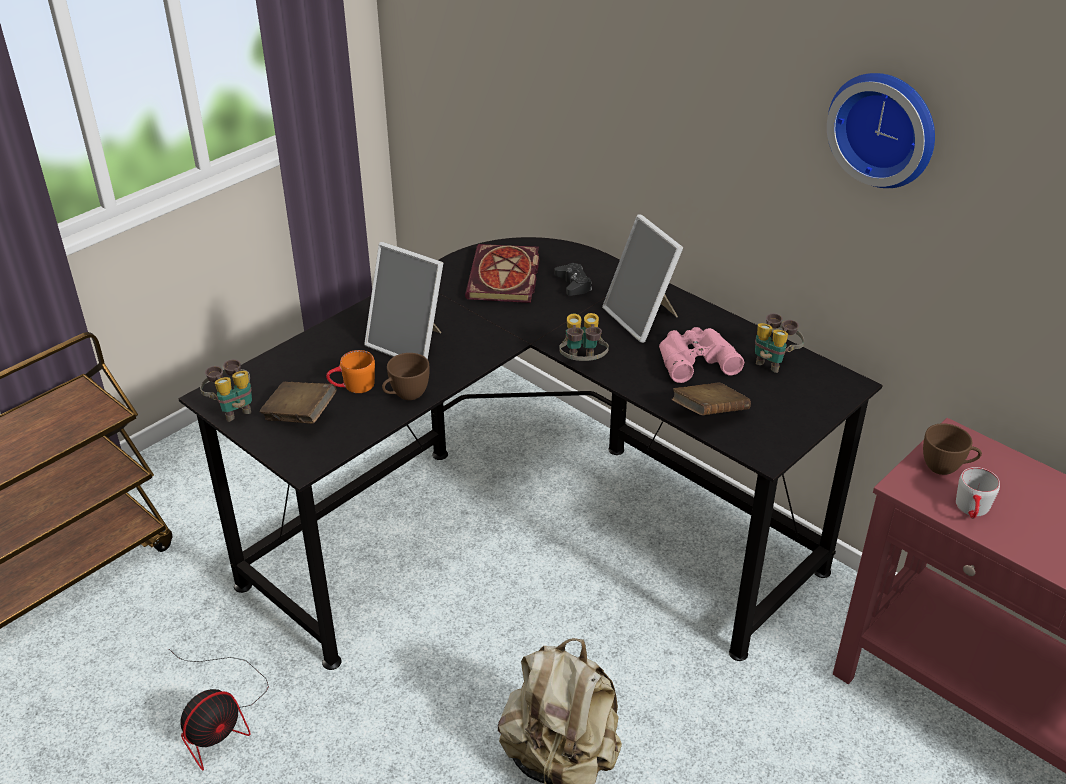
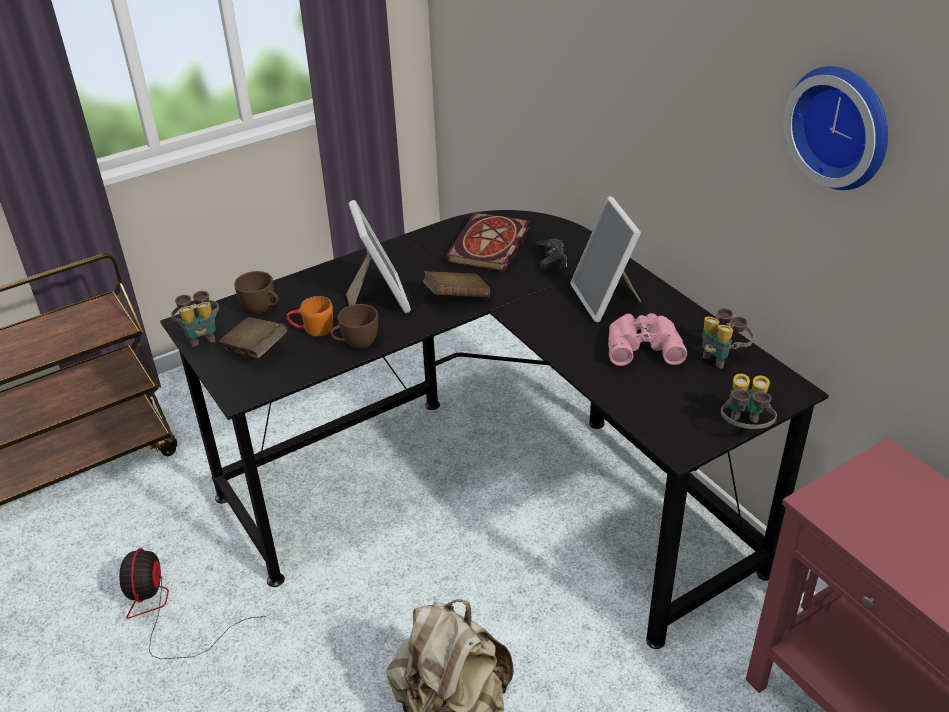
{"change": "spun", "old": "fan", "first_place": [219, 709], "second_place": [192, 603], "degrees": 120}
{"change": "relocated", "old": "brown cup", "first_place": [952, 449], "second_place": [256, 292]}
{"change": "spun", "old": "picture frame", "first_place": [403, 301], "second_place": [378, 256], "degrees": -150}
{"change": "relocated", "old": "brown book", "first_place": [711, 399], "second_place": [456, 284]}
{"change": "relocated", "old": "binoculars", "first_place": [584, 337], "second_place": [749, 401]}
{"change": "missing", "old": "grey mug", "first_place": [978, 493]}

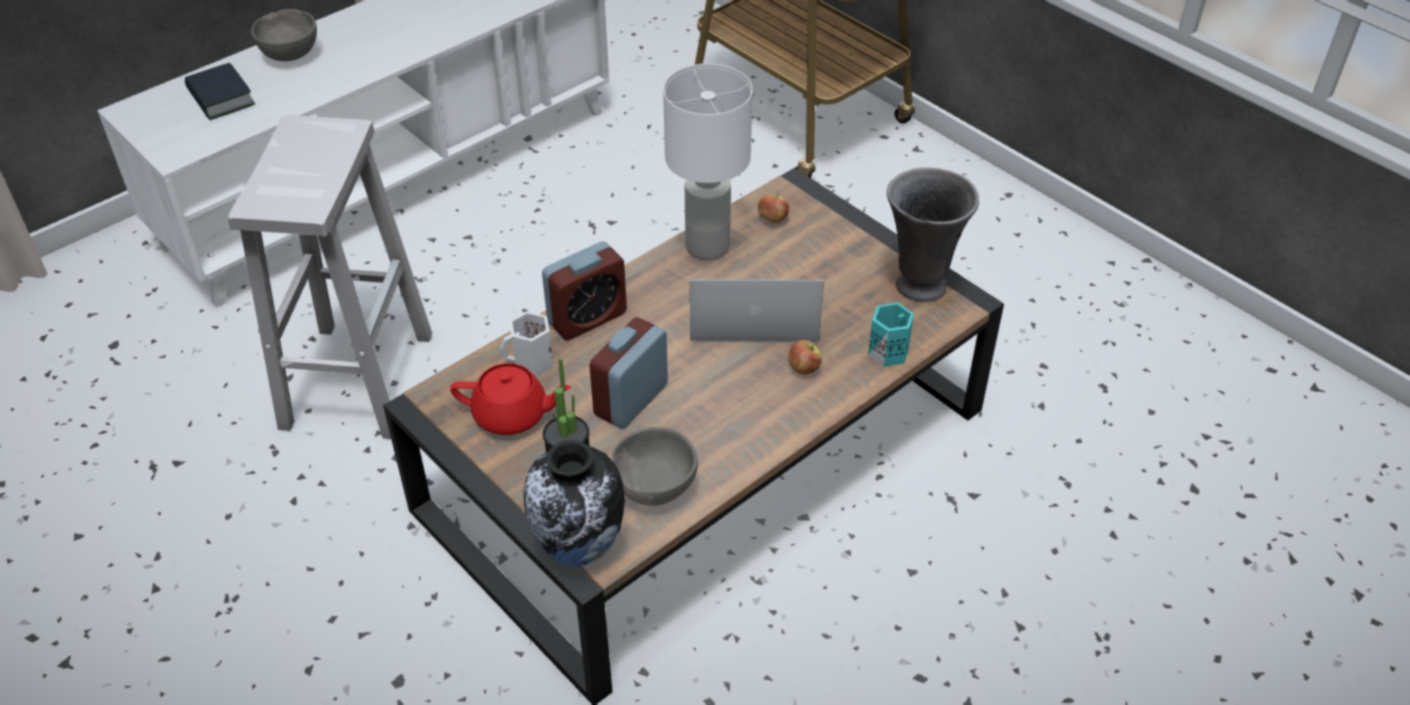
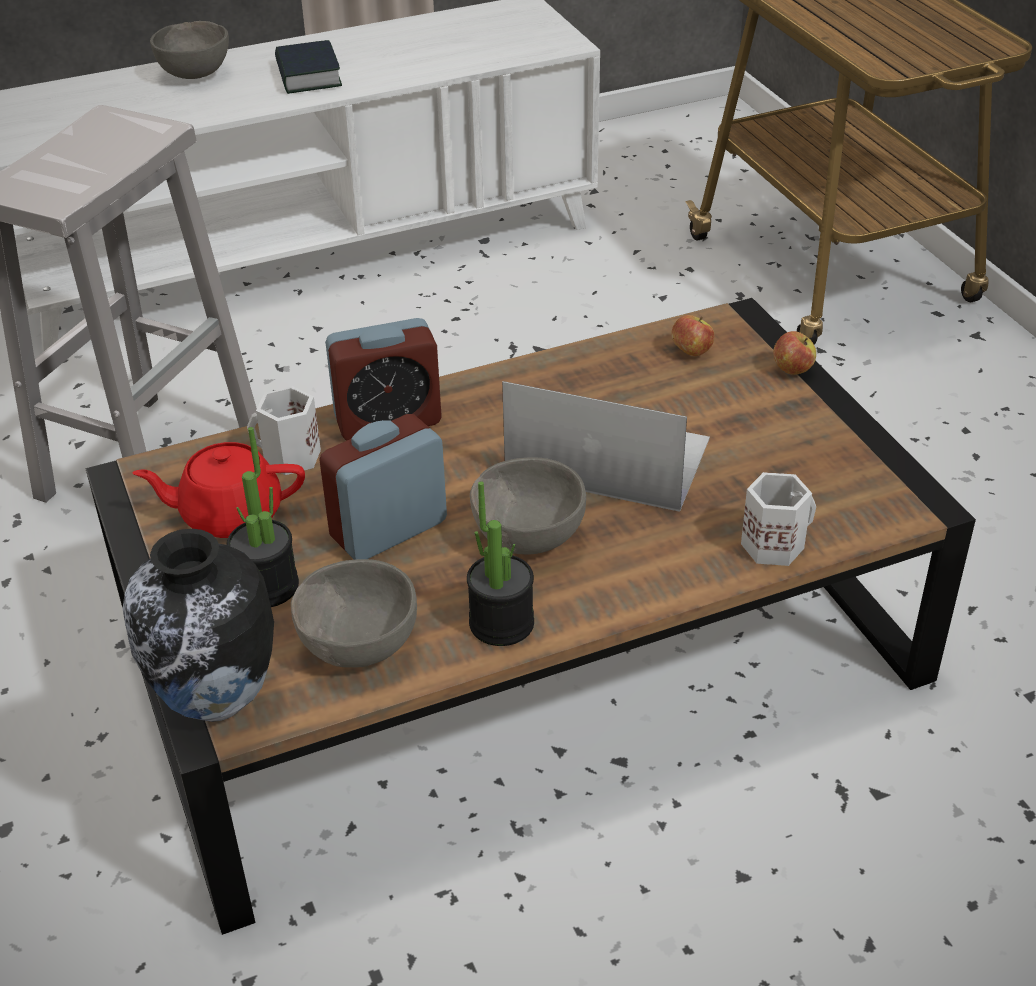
{"change": "spun", "old": "red teapot", "first_place": [510, 399], "second_place": [218, 490], "degrees": 150}
{"change": "relocated", "old": "book", "first_place": [220, 91], "second_place": [308, 67]}
{"change": "appeared", "new": "potted plant", "second_place": [500, 563]}
{"change": "appeared", "new": "grey bowl", "second_place": [528, 505]}
{"change": "colour", "old": "turquoise mug", "new": "white mug", "first_place": [891, 335], "second_place": [778, 519]}
{"change": "relocated", "old": "apple", "first_place": [805, 357], "second_place": [794, 353]}
{"change": "missing", "old": "white table lamp", "first_place": [708, 162]}
{"change": "missing", "old": "grey vase", "first_place": [933, 234]}

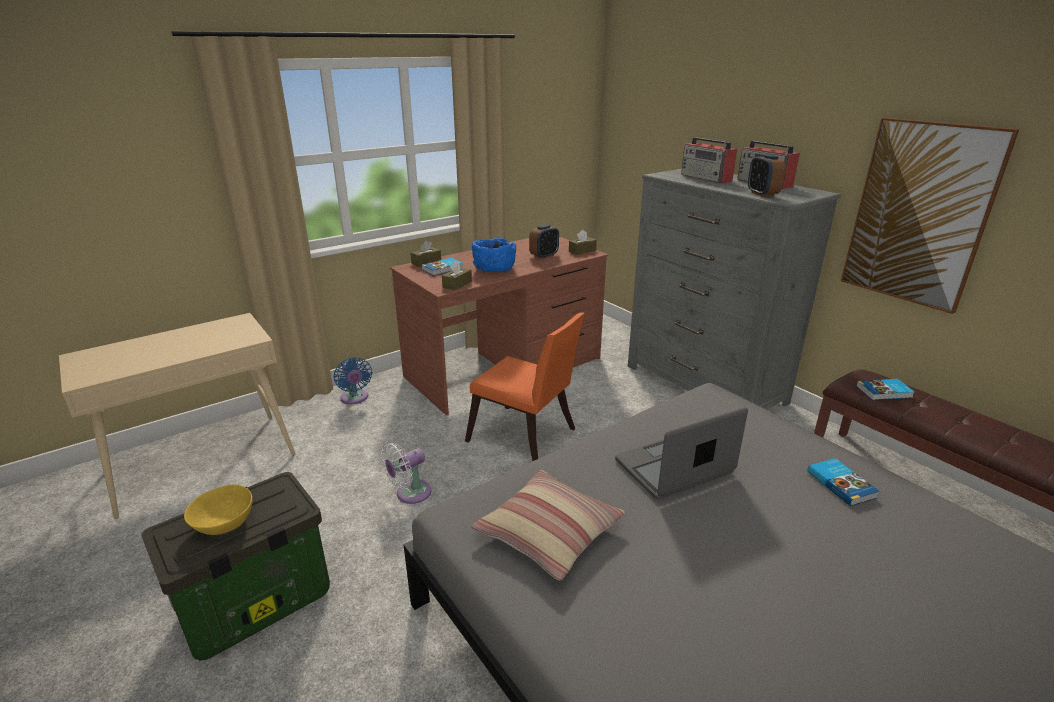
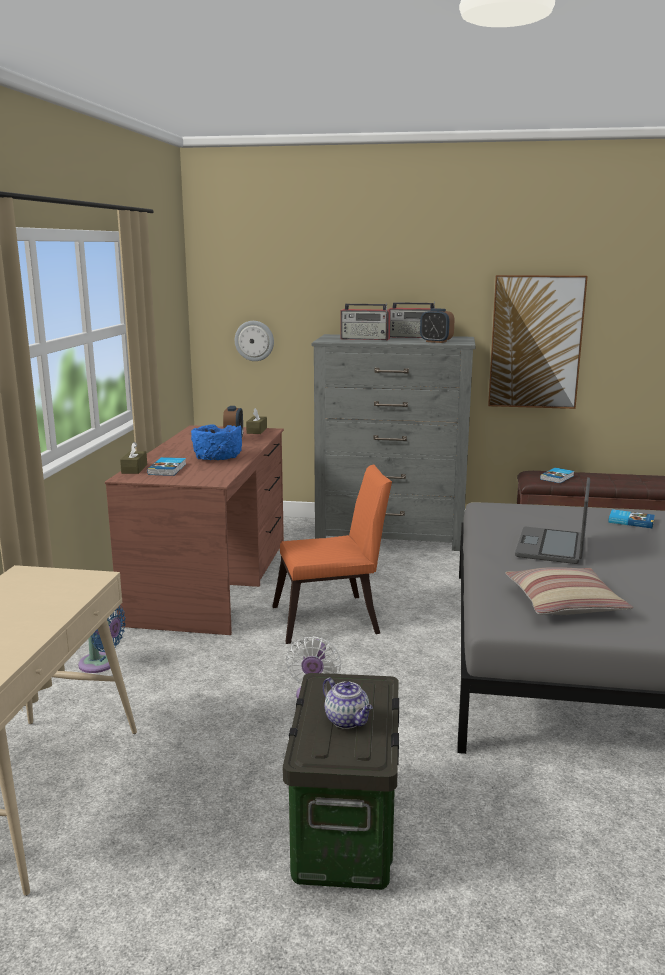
{"change": "appeared", "new": "wall clock", "second_place": [254, 341]}
{"change": "exchanged", "old": "yellow bowl", "new": "teapot", "first_place": [218, 509], "second_place": [348, 703]}
{"change": "missing", "old": "brown tissue box", "first_place": [457, 275]}

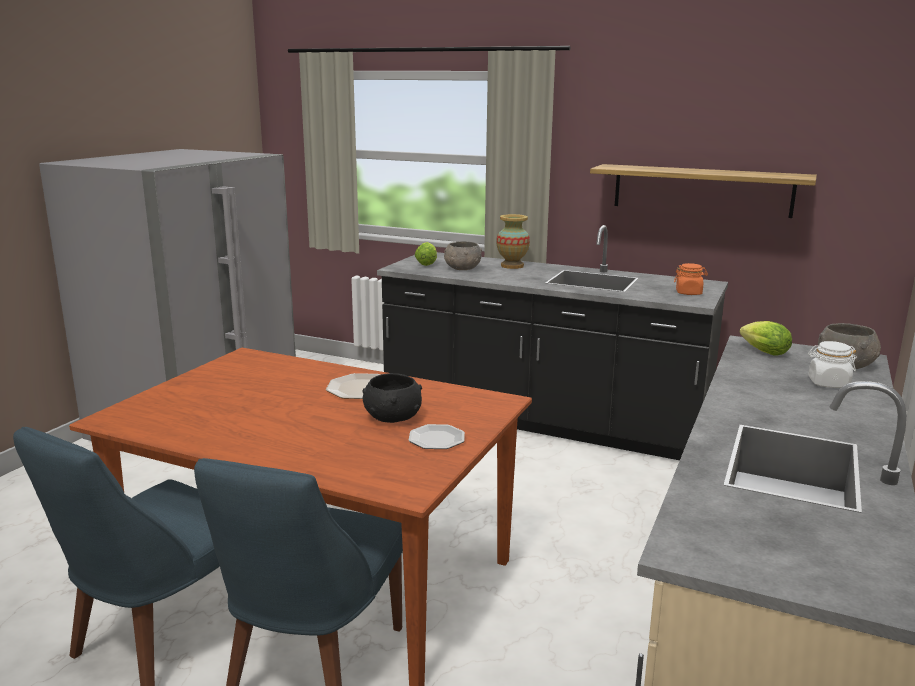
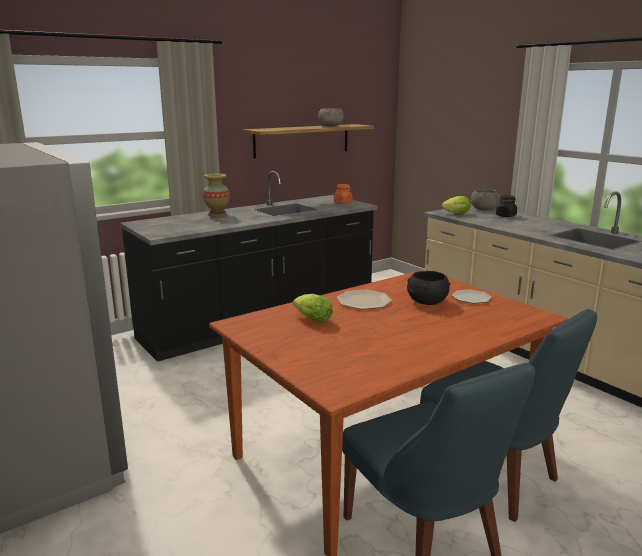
{"change": "relocated", "old": "lettuce", "first_place": [426, 254], "second_place": [313, 308]}
{"change": "relocated", "old": "grey bowl", "first_place": [463, 255], "second_place": [331, 117]}
{"change": "colour", "old": "white jar", "new": "black jar", "first_place": [832, 364], "second_place": [506, 206]}

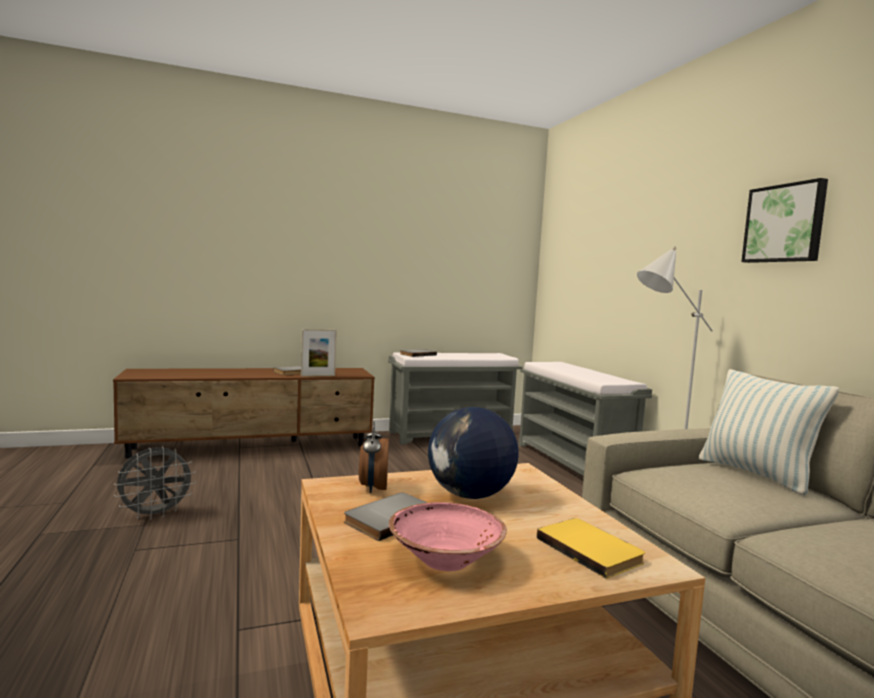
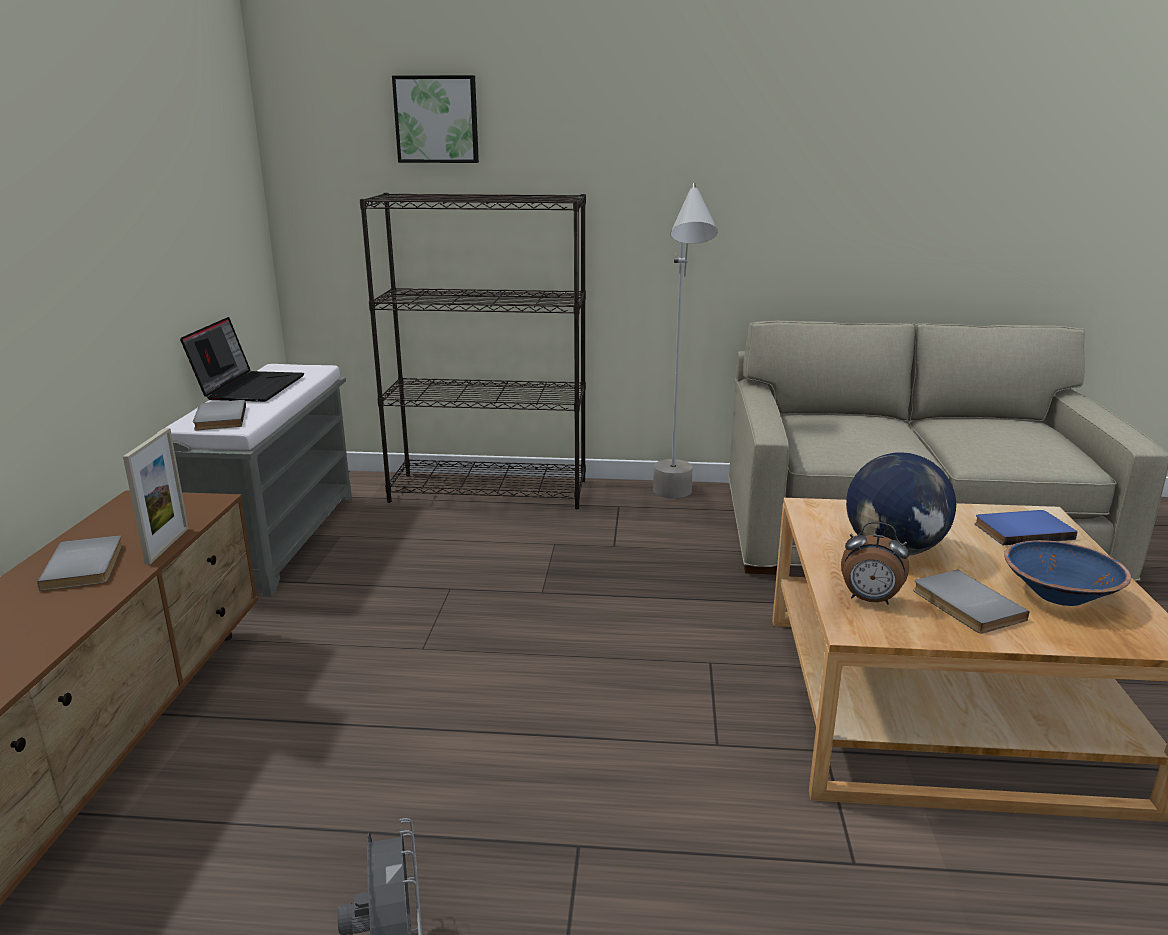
{"change": "appeared", "new": "laptop", "second_place": [242, 359]}
{"change": "exchanged", "old": "grey bench", "new": "black bookcase", "first_place": [585, 419], "second_place": [473, 351]}
{"change": "relocated", "old": "picture", "first_place": [784, 220], "second_place": [435, 119]}
{"change": "colour", "old": "yellow book", "new": "blue book", "first_place": [591, 548], "second_place": [1025, 527]}
{"change": "colour", "old": "pink bowl", "new": "blue bowl", "first_place": [448, 536], "second_place": [1067, 573]}
{"change": "missing", "old": "pillow", "first_place": [769, 432]}

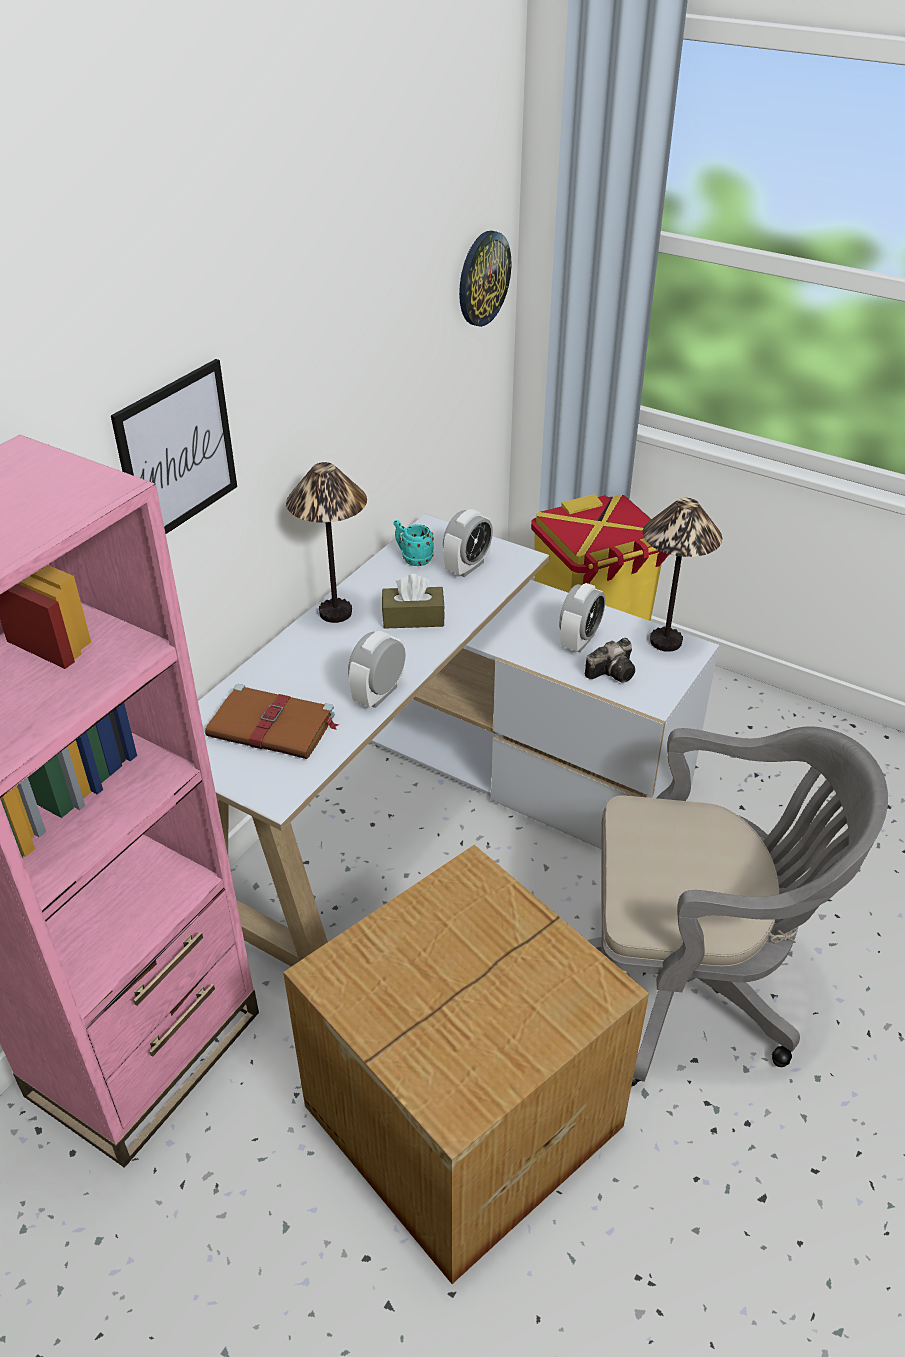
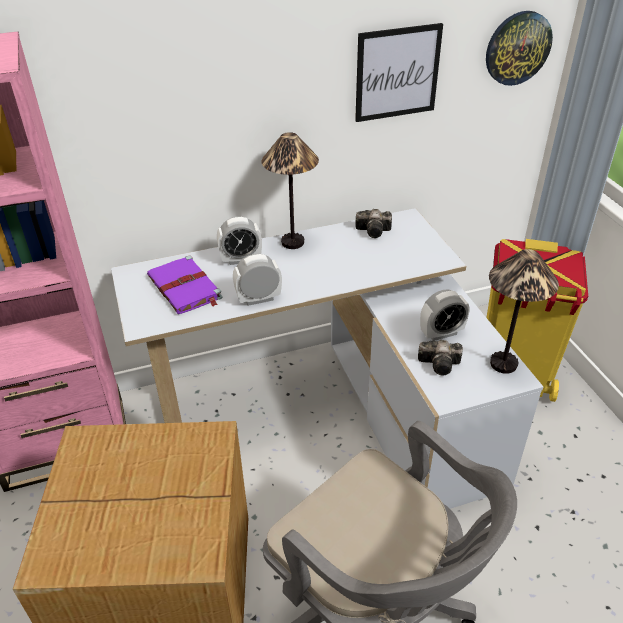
{"change": "colour", "old": "brown book", "new": "purple book", "first_place": [272, 721], "second_place": [185, 284]}
{"change": "relocated", "old": "alarm clock", "first_place": [468, 543], "second_place": [239, 240]}
{"change": "relocated", "old": "picture", "first_place": [174, 446], "second_place": [399, 72]}
{"change": "exchanged", "old": "turquoise mug", "new": "photo camera", "first_place": [414, 543], "second_place": [374, 223]}
{"change": "missing", "old": "brown tissue box", "first_place": [413, 601]}

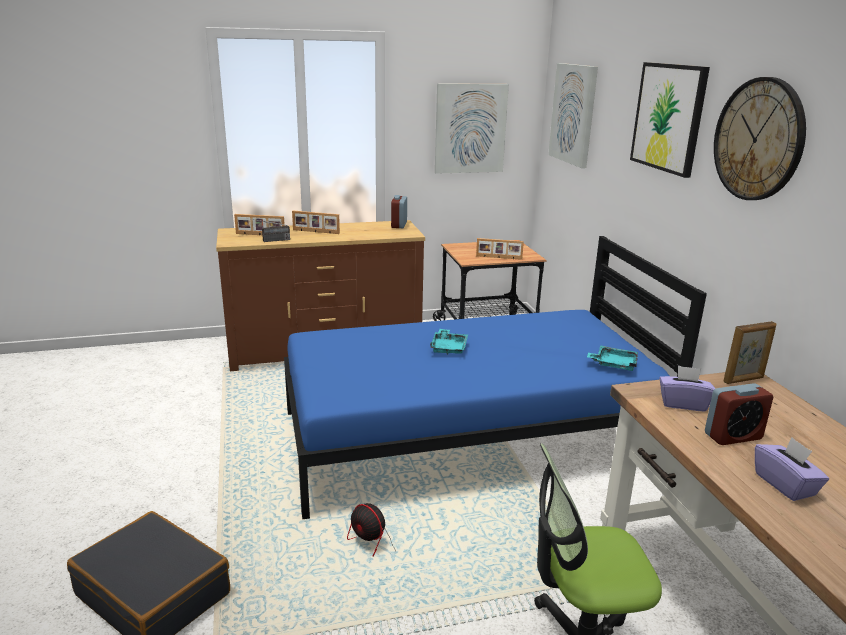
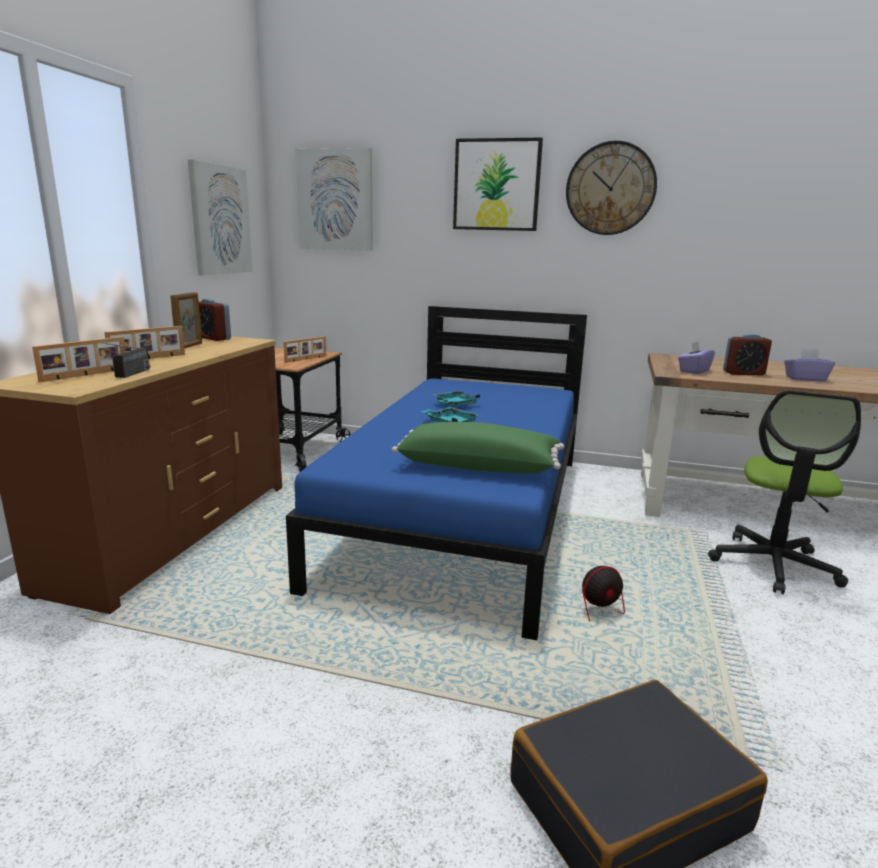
{"change": "relocated", "old": "picture frame", "first_place": [749, 352], "second_place": [186, 320]}
{"change": "appeared", "new": "green pillow", "second_place": [478, 447]}
{"change": "relocated", "old": "turquoise tray", "first_place": [612, 358], "second_place": [456, 398]}
{"change": "spun", "old": "alarm clock", "first_place": [739, 414], "second_place": [747, 354], "degrees": 75}

